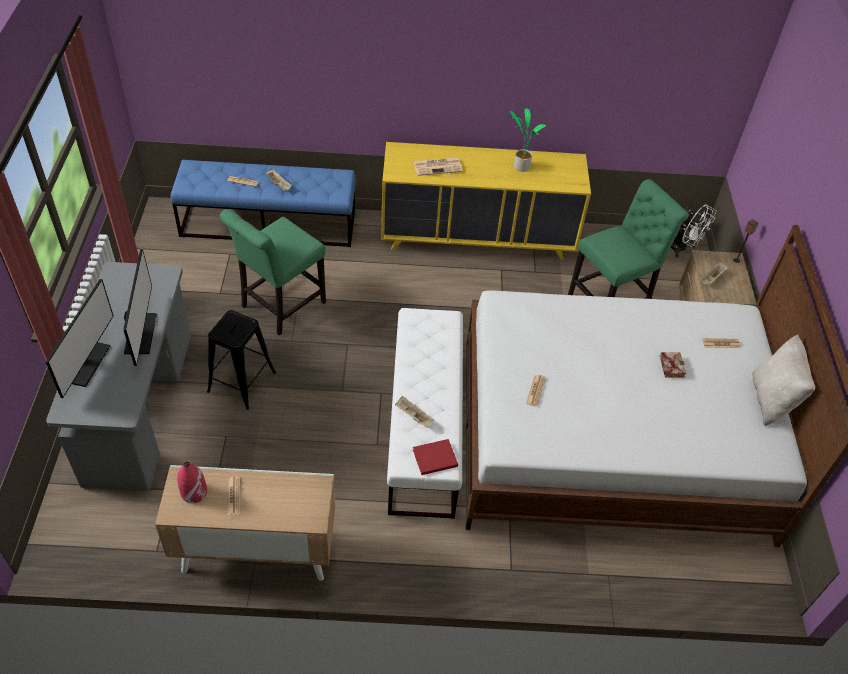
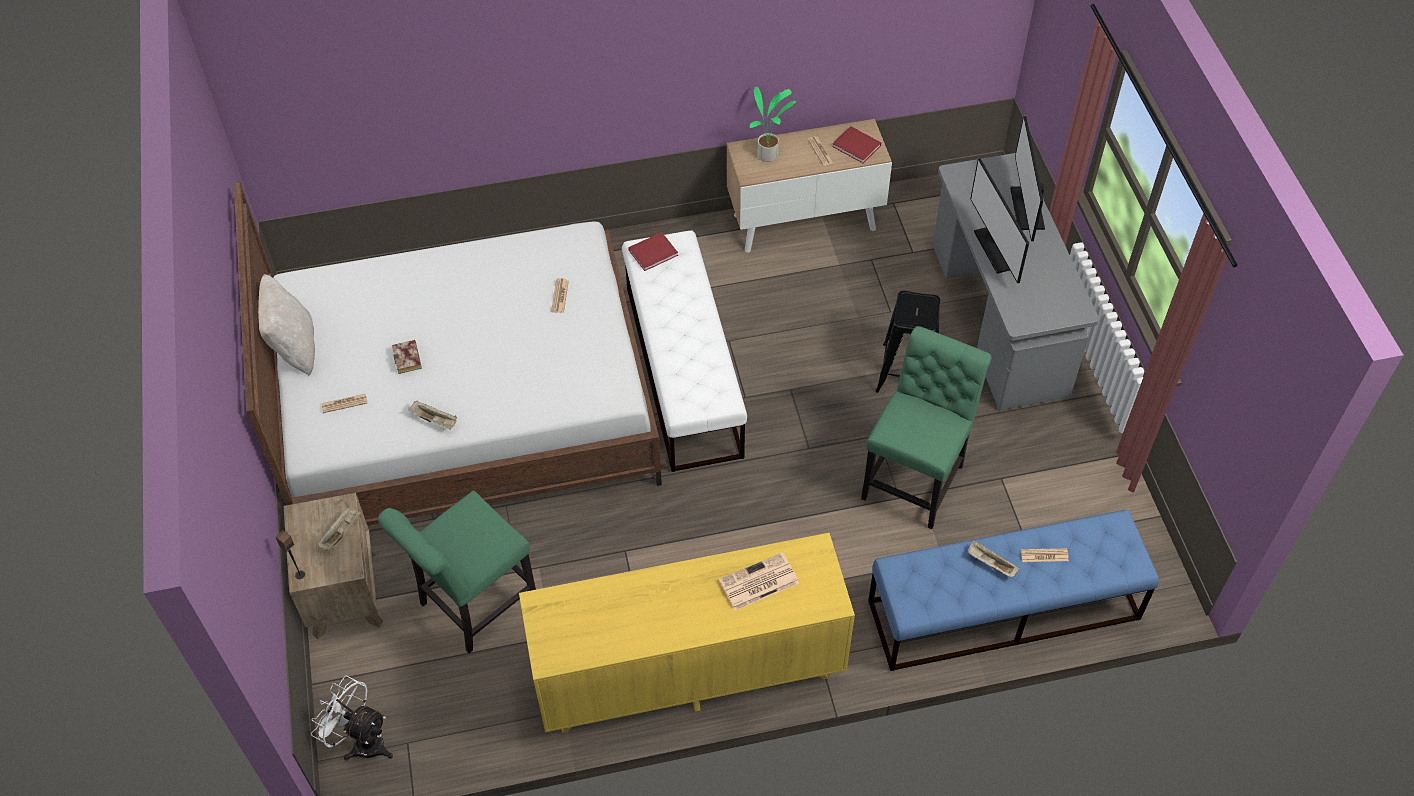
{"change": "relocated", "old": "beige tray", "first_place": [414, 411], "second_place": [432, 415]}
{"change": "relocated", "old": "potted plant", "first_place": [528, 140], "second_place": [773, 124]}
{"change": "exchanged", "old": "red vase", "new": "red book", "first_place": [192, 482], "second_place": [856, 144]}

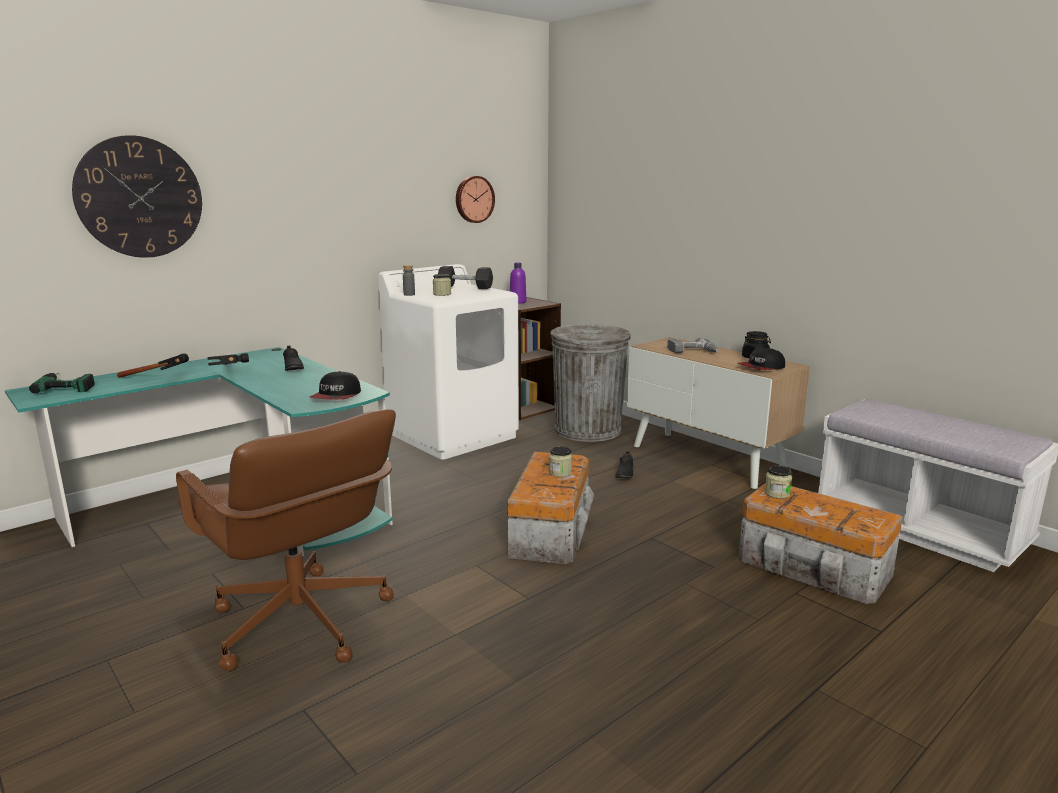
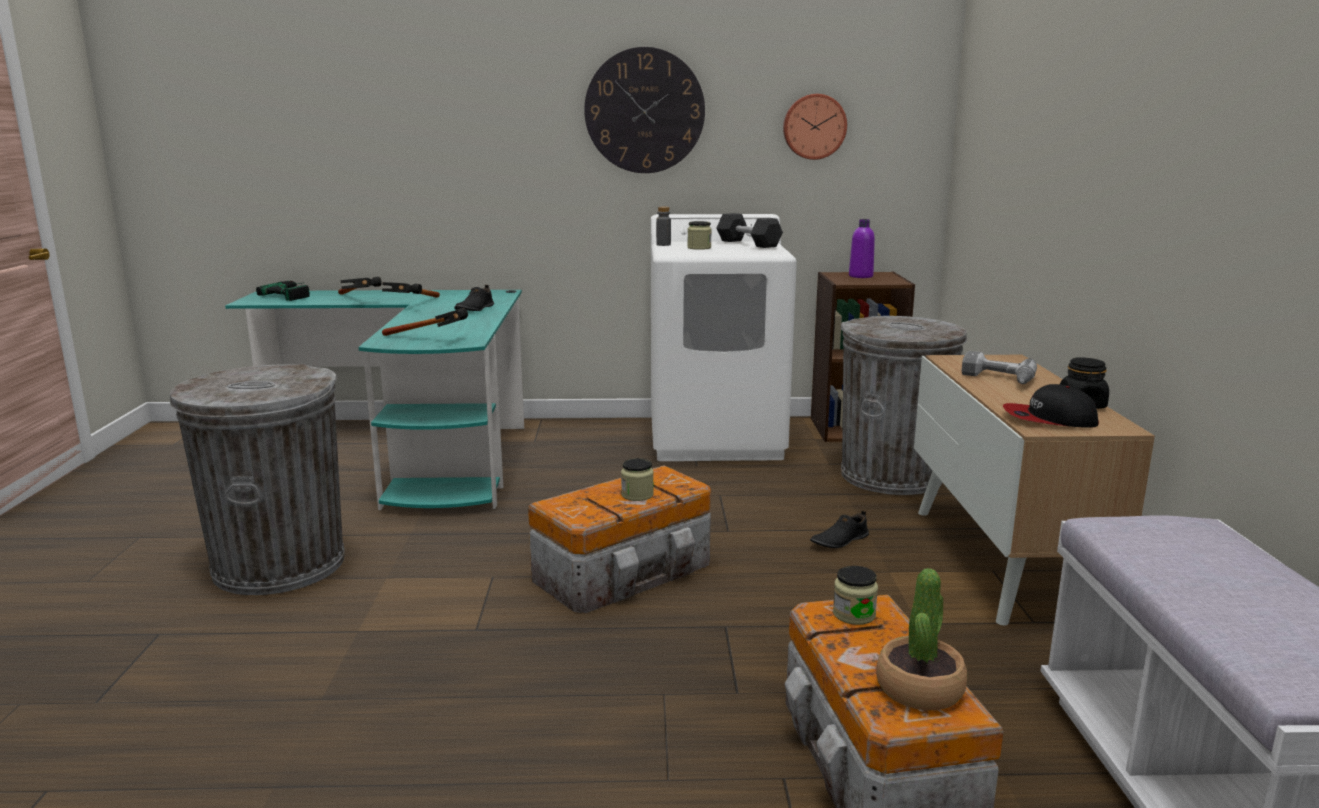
{"change": "exchanged", "old": "brown office chair", "new": "grey trash can", "first_place": [286, 540], "second_place": [257, 479]}
{"change": "exchanged", "old": "cap", "new": "hammer", "first_place": [335, 385], "second_place": [425, 322]}
{"change": "relocated", "old": "wall clock", "first_place": [137, 196], "second_place": [644, 110]}
{"change": "appeared", "new": "potted plant", "second_place": [921, 639]}

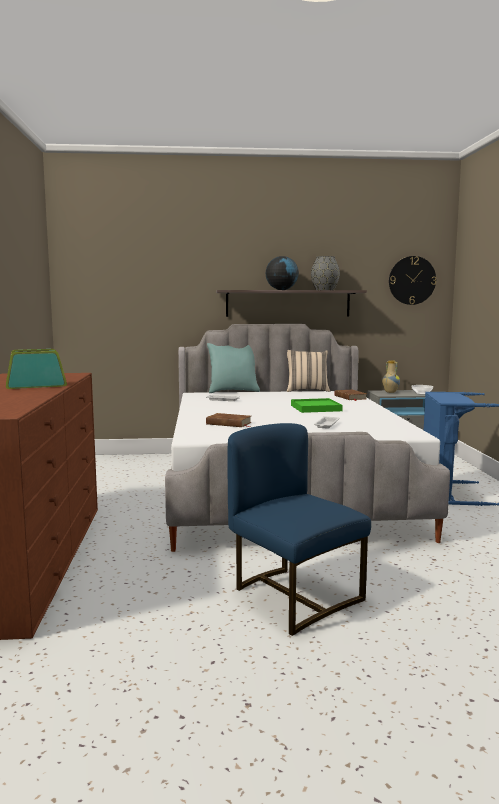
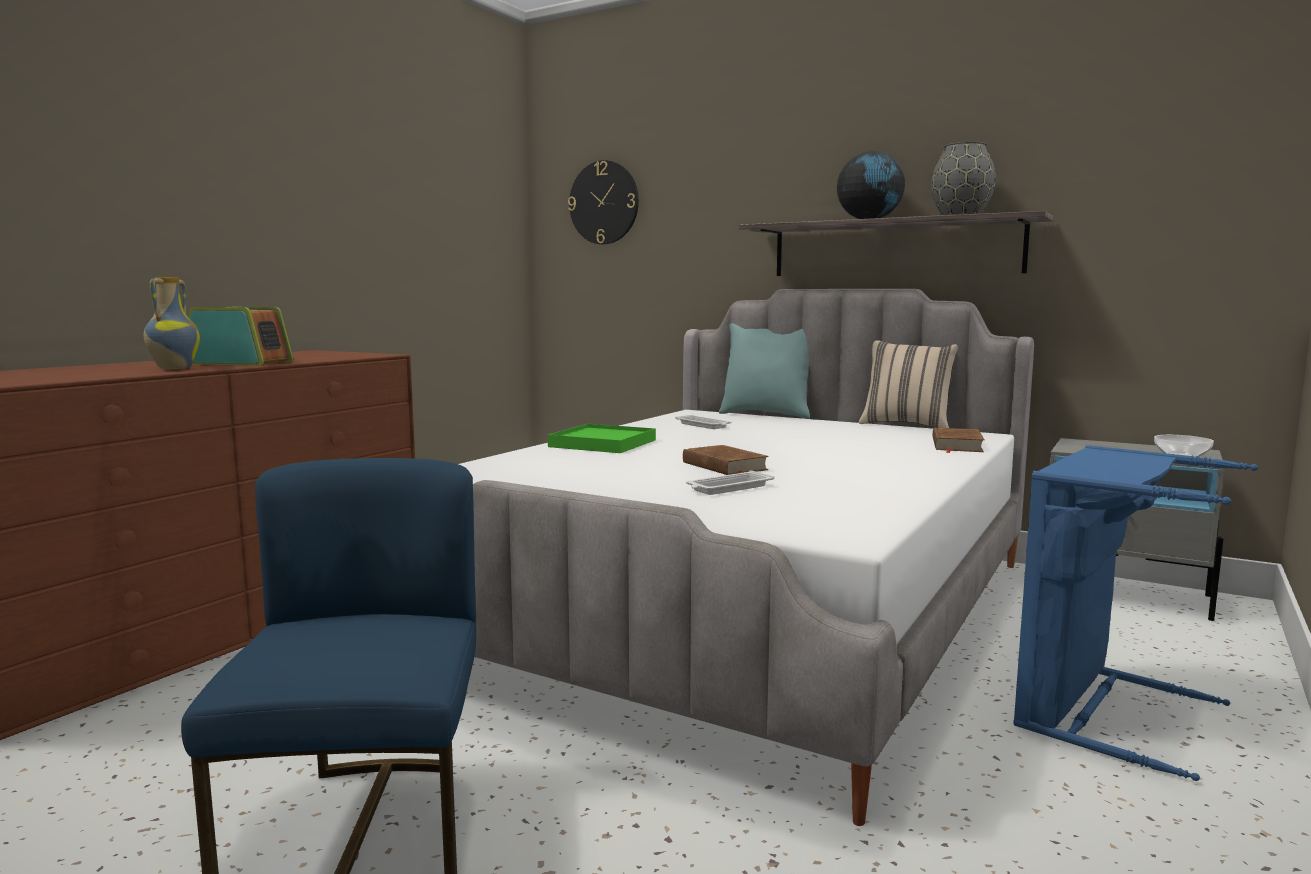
{"change": "relocated", "old": "vase", "first_place": [391, 376], "second_place": [171, 323]}
{"change": "relocated", "old": "green tray", "first_place": [317, 405], "second_place": [602, 438]}
{"change": "relocated", "old": "wall clock", "first_place": [412, 280], "second_place": [603, 202]}
{"change": "relocated", "old": "brown book", "first_place": [229, 420], "second_place": [726, 460]}

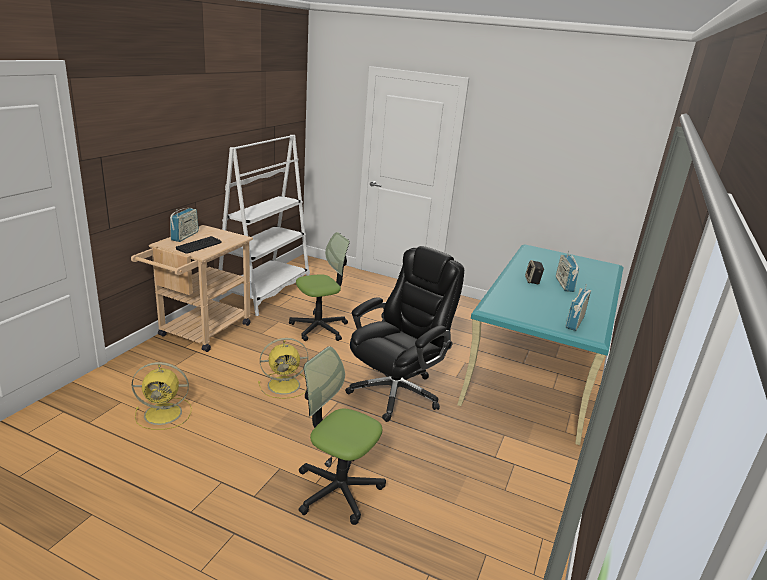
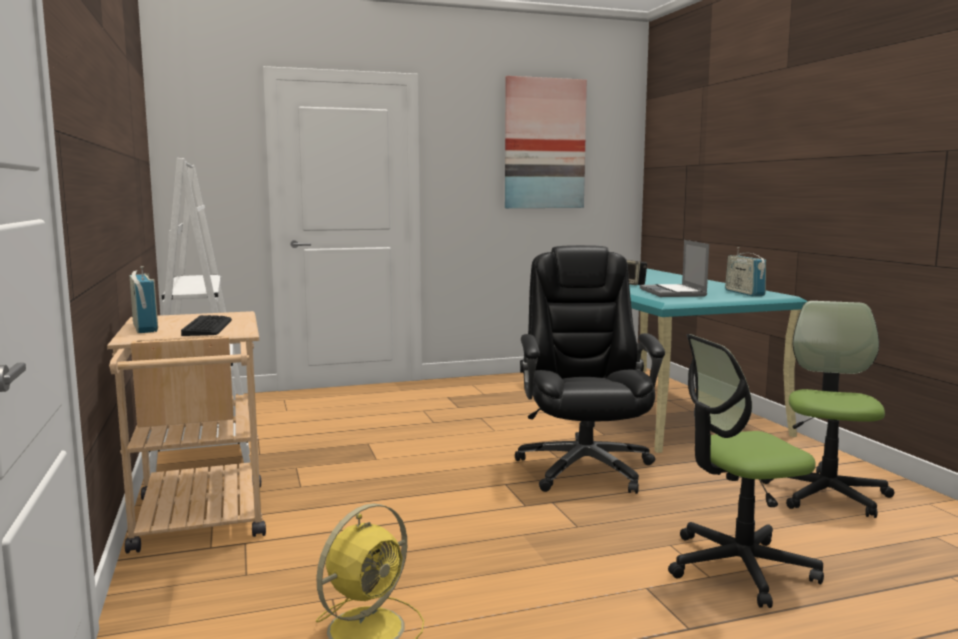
{"change": "appeared", "new": "picture", "second_place": [546, 142]}
{"change": "appeared", "new": "laptop", "second_place": [674, 268]}
{"change": "relocated", "old": "office chair", "first_place": [319, 286], "second_place": [827, 409]}
{"change": "missing", "old": "yellow fan", "first_place": [283, 368]}
{"change": "missing", "old": "radio", "first_place": [568, 271]}

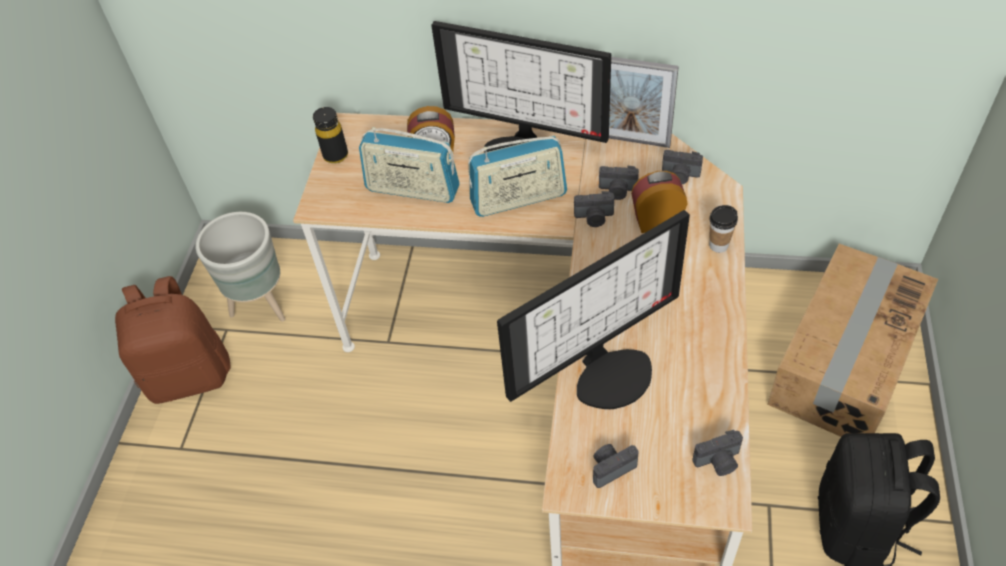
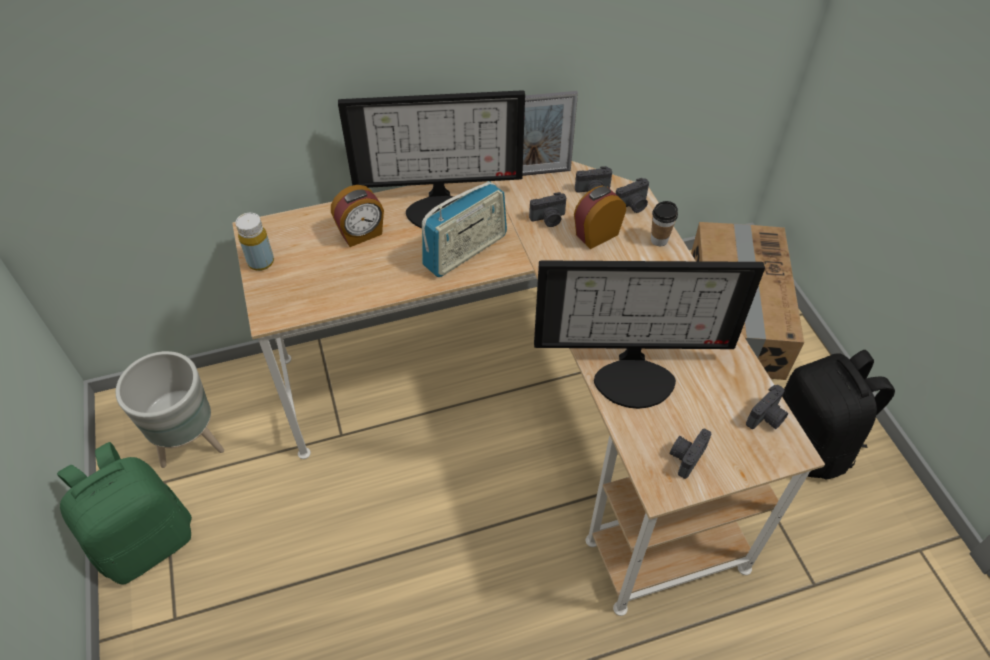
{"change": "colour", "old": "brown backpack", "new": "green backpack", "first_place": [172, 340], "second_place": [124, 513]}
{"change": "colour", "old": "black bottle", "new": "yellow bottle", "first_place": [330, 135], "second_place": [255, 242]}
{"change": "spun", "old": "monitor", "first_place": [593, 309], "second_place": [649, 334], "degrees": 60}
{"change": "relocated", "old": "photo camera", "first_place": [594, 209], "second_place": [632, 195]}
{"change": "missing", "old": "radio", "first_place": [409, 165]}

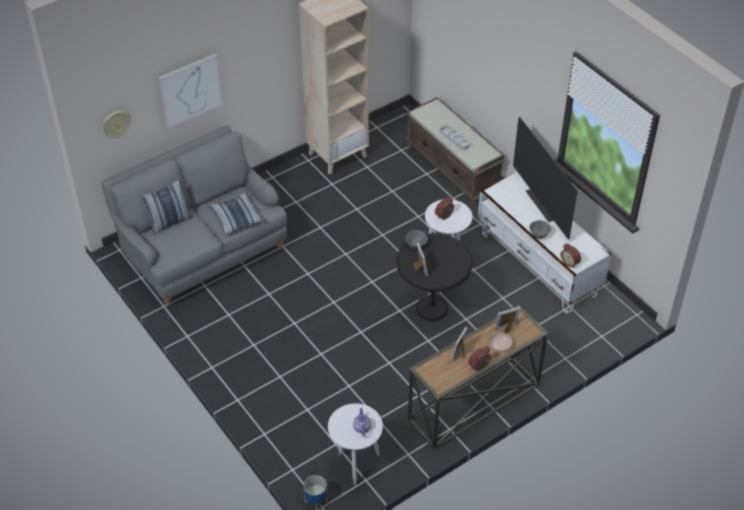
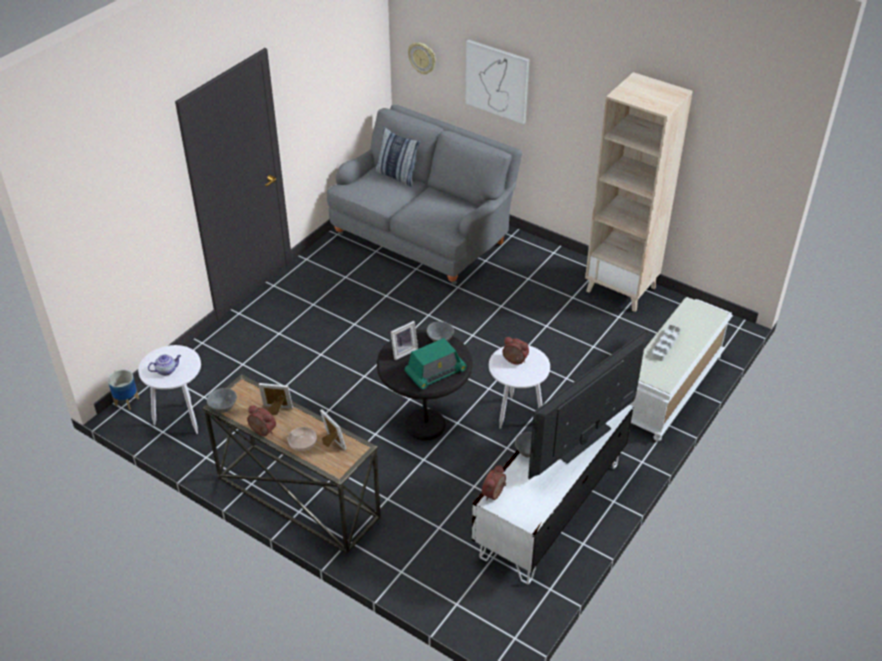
{"change": "appeared", "new": "grey bowl", "second_place": [222, 400]}
{"change": "appeared", "new": "radio", "second_place": [435, 363]}
{"change": "colour", "old": "brown bench", "new": "white bench", "first_place": [455, 151], "second_place": [681, 369]}
{"change": "missing", "old": "pillow", "first_place": [236, 213]}

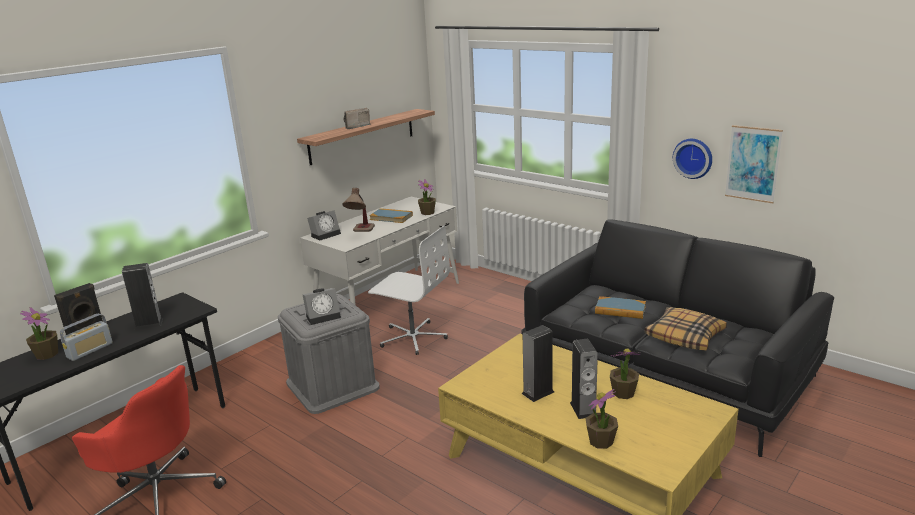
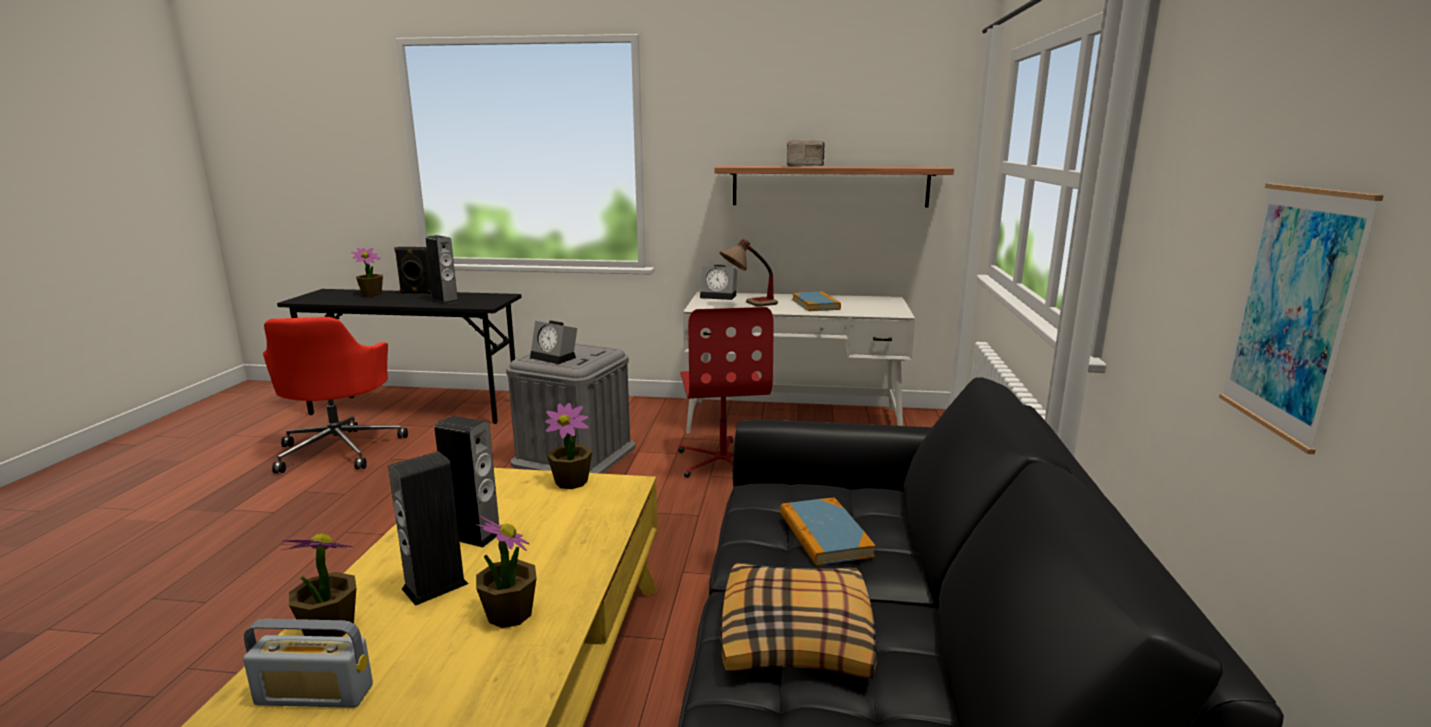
{"change": "relocated", "old": "radio", "first_place": [86, 337], "second_place": [308, 663]}
{"change": "relocated", "old": "potted plant", "first_place": [427, 197], "second_place": [569, 446]}
{"change": "colour", "old": "white office chair", "new": "red office chair", "first_place": [409, 290], "second_place": [726, 392]}
{"change": "missing", "old": "wall clock", "first_place": [692, 159]}

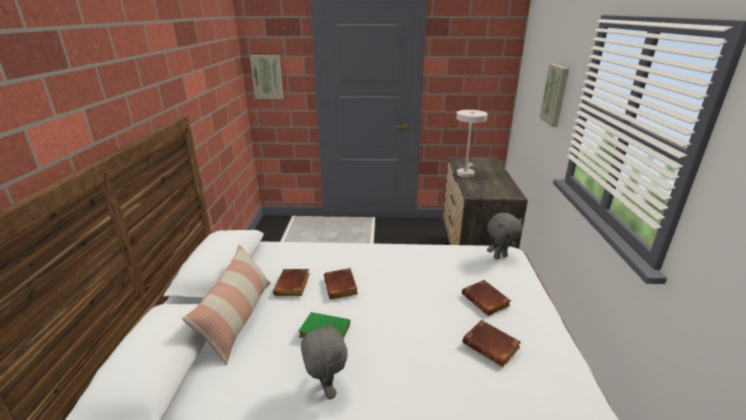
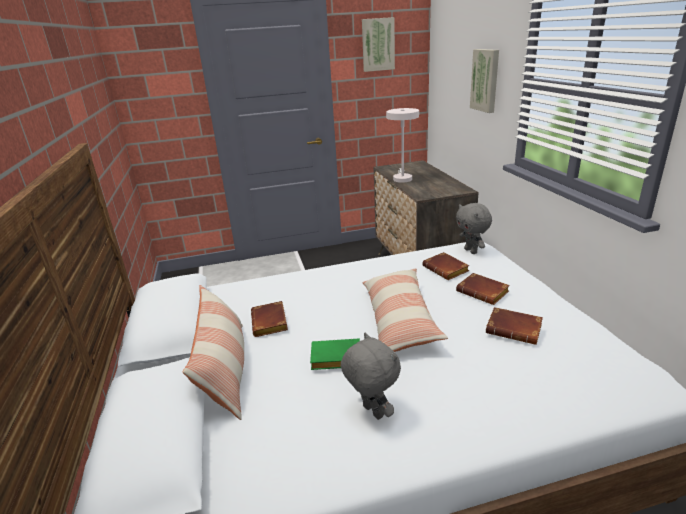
{"change": "relocated", "old": "picture", "first_place": [266, 77], "second_place": [378, 44]}
{"change": "appeared", "new": "pillow", "second_place": [405, 310]}
{"change": "relocated", "old": "brown book", "first_place": [341, 284], "second_place": [445, 266]}
{"change": "spun", "old": "grey plush toy", "first_place": [505, 236], "second_place": [474, 228], "degrees": 105}

